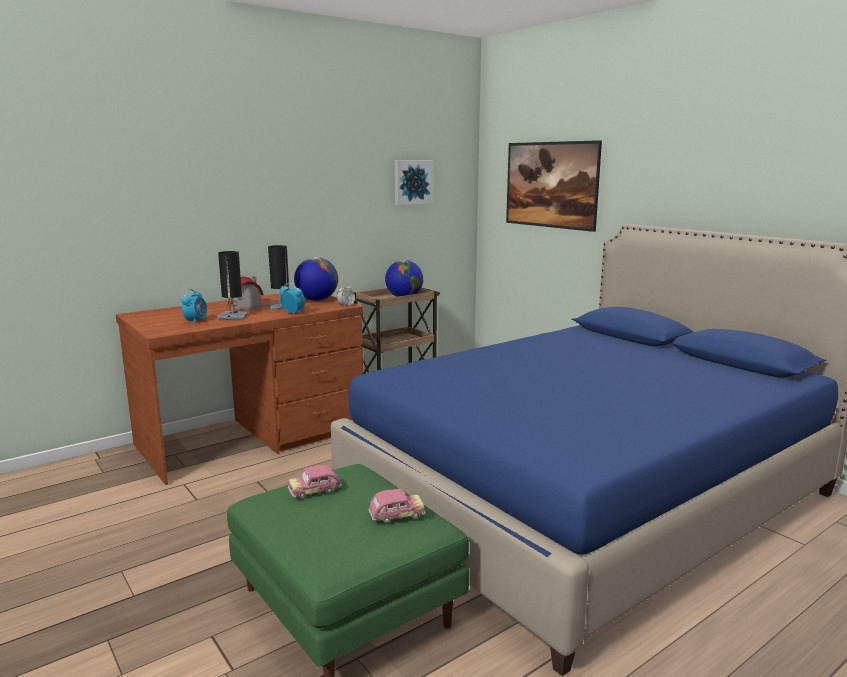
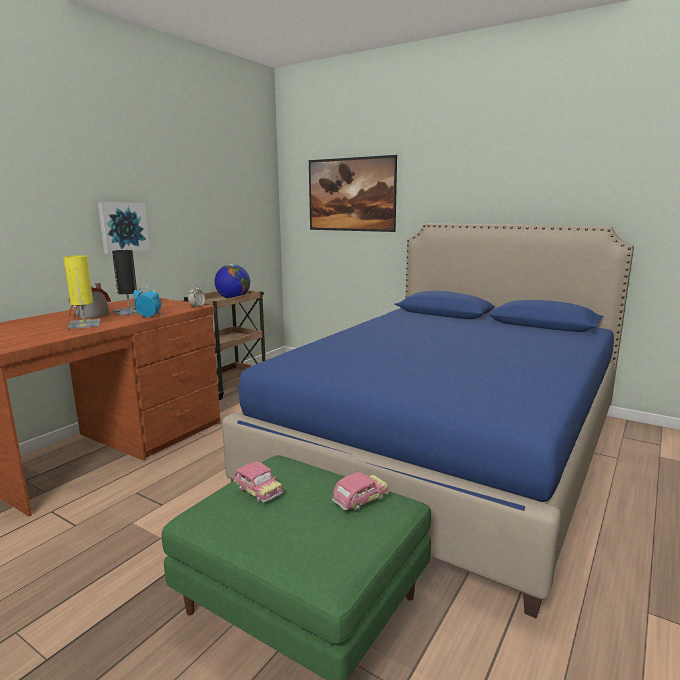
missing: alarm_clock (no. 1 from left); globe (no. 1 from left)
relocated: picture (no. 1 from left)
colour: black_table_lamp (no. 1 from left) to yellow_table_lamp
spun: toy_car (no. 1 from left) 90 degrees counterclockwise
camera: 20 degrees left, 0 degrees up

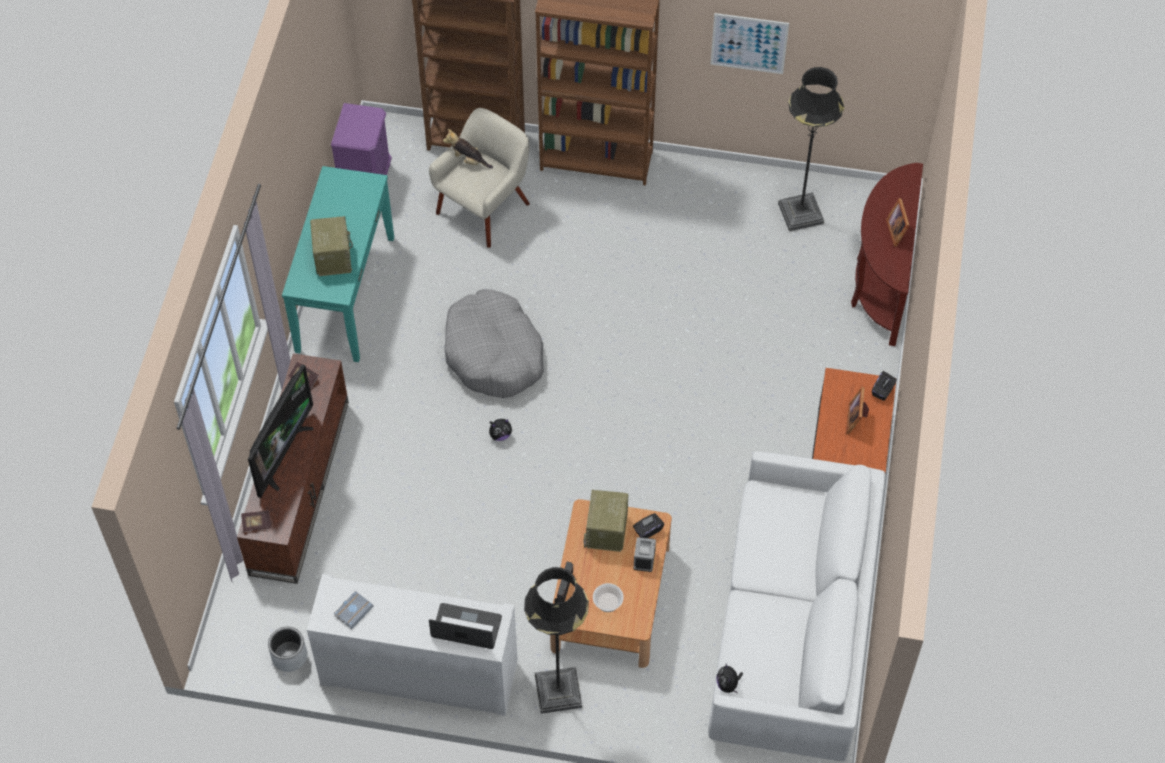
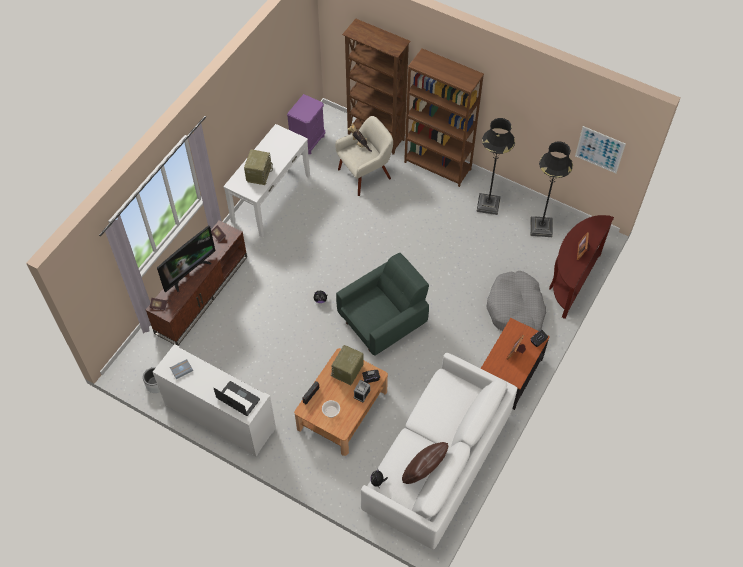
appeared: green_armchair; brown_pillow
relocated: grey_dog_bed; black_floor_lamp (no. 1 from left); picture
colour: turquoise_console_table to white_console_table
camera: 20 degrees right, 0 degrees up

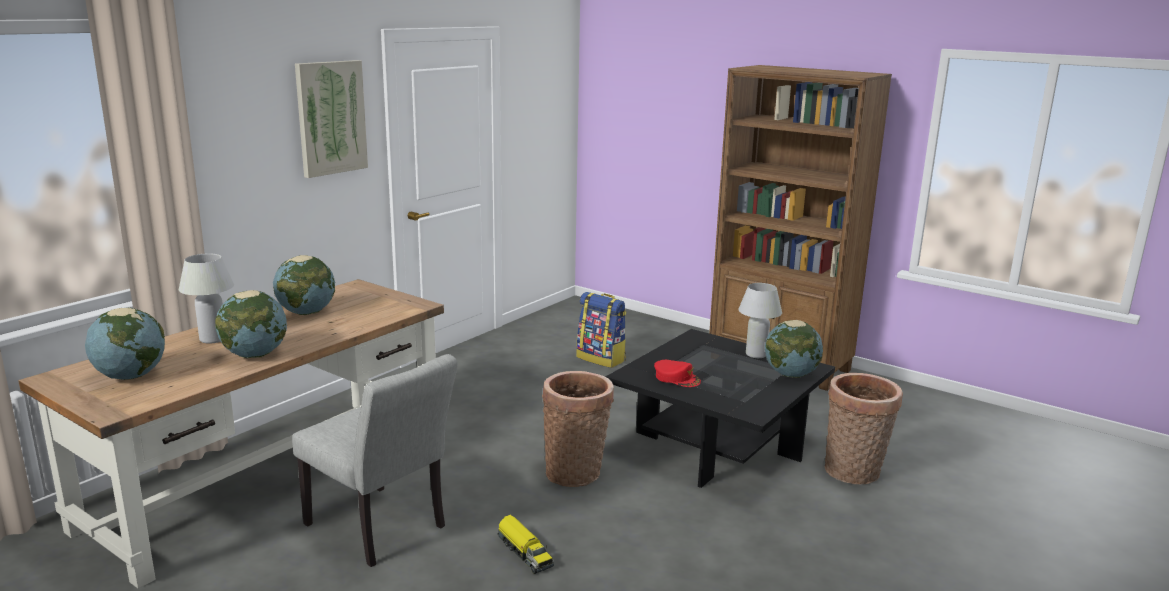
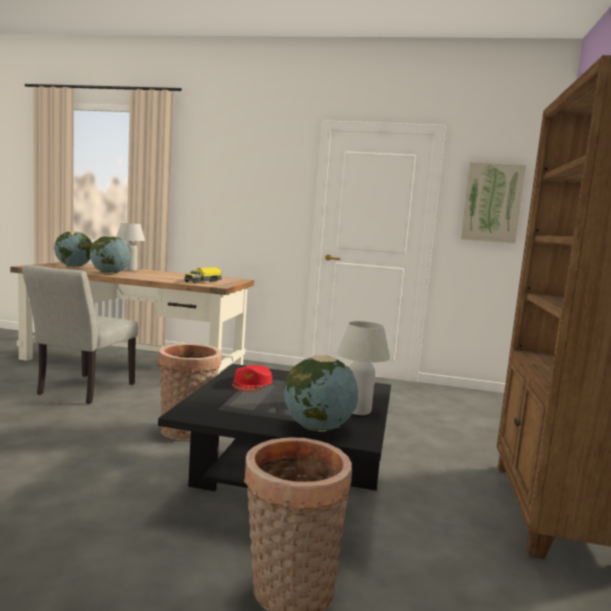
missing: globe (no. 3 from left); backpack
relocated: picture; toy_truck
camera: 65 degrees right, 10 degrees down

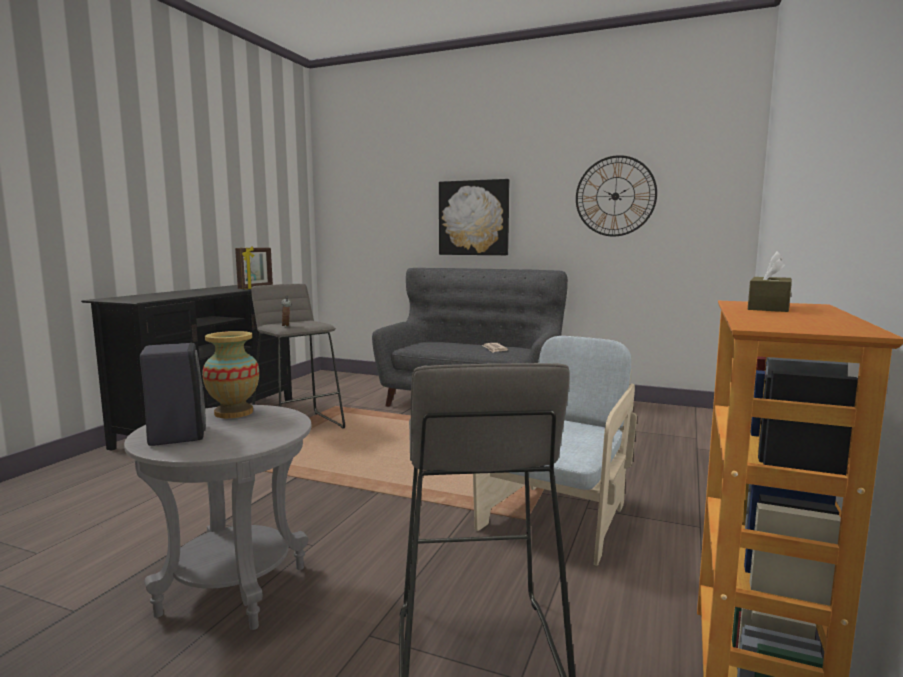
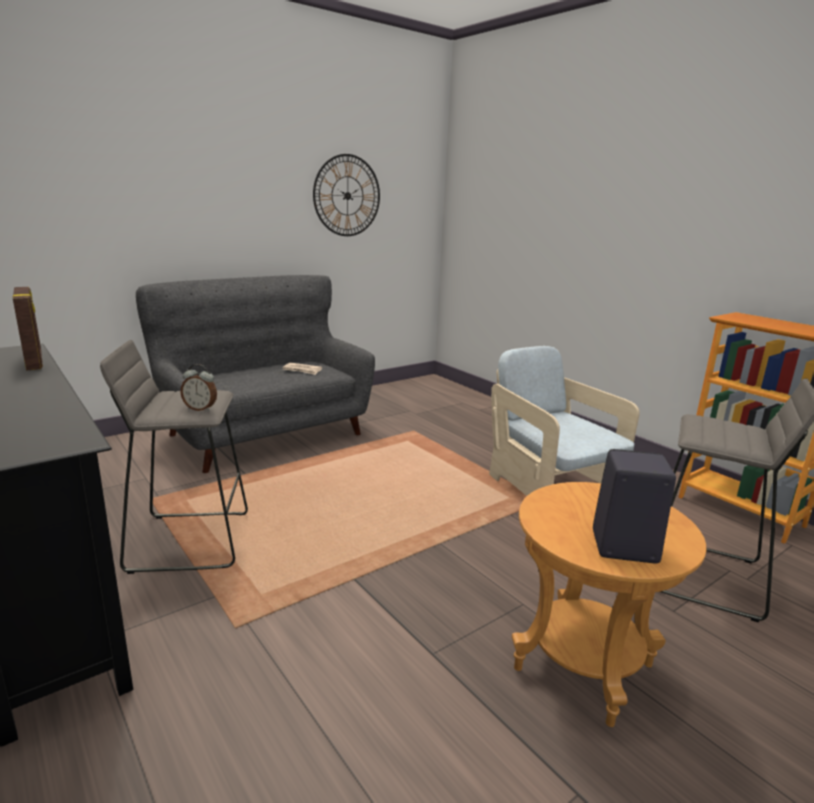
missing: vase; picture; brown_tissue_box
colour: grey_side_table to brown_side_table
camera: 60 degrees left, 10 degrees up

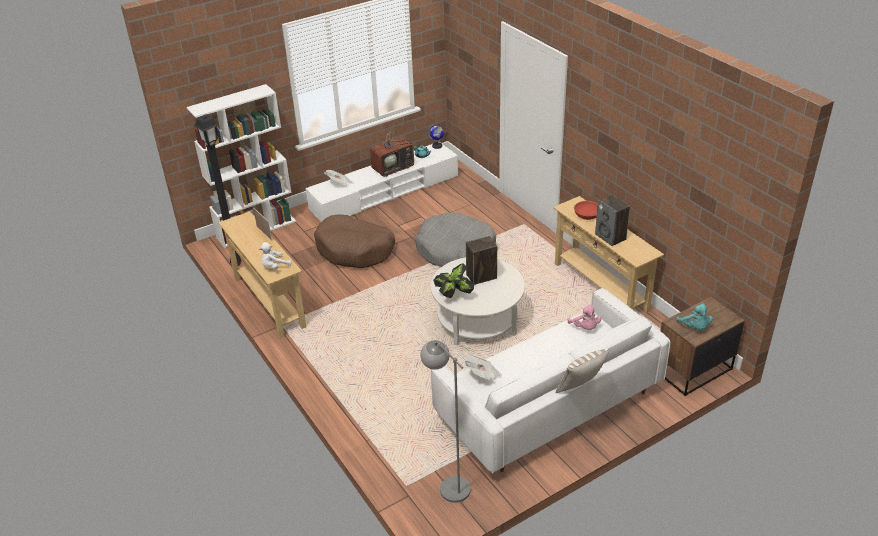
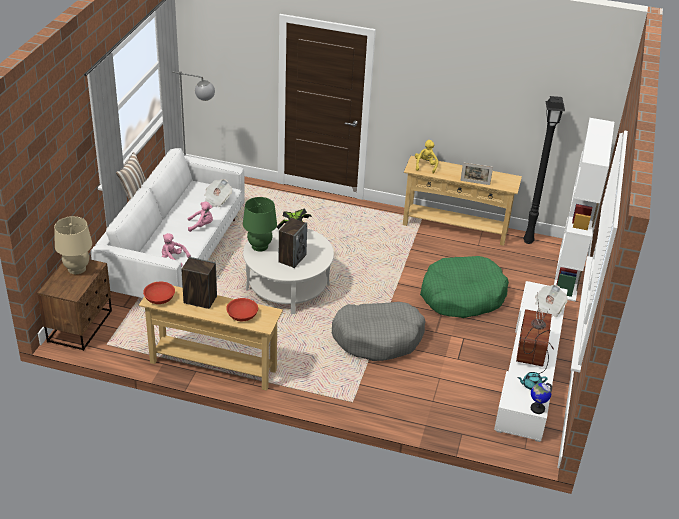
appeared: red_bowl (no. 1 from left); pink_plush_toy (no. 2 from left); green_table_lamp
exchanged: turquoise_plush_toy to beige_table_lamp
colour: white_plush_toy to yellow_plush_toy; brown_dog_bed to green_dog_bed
camera: 135 degrees right, 0 degrees up

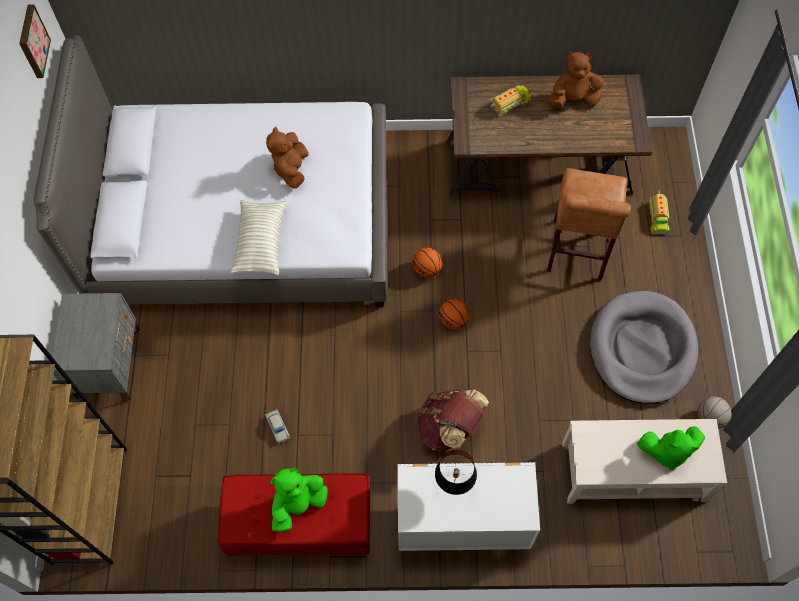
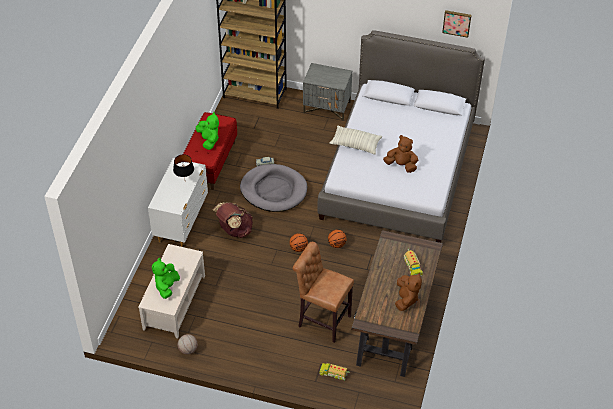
relocated: grey_dog_bed
camera: 105 degrees right, 15 degrees down

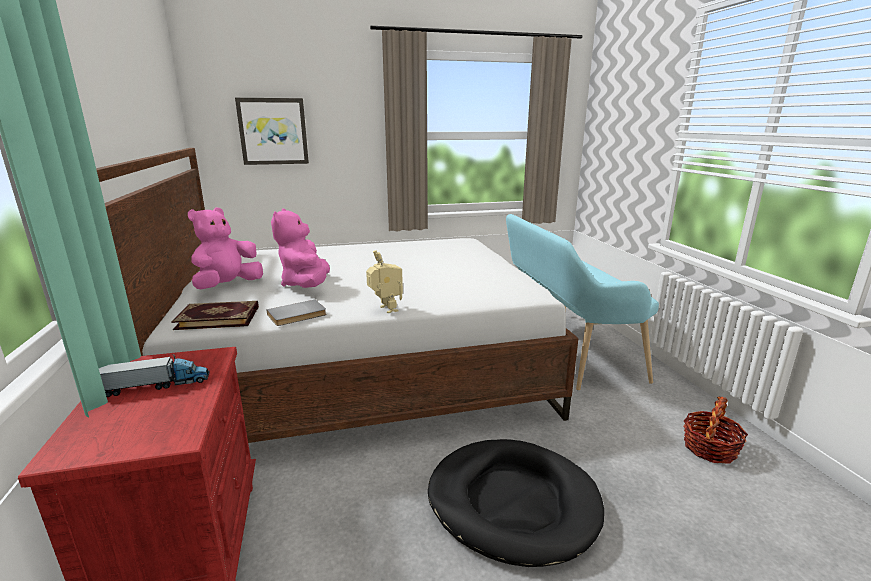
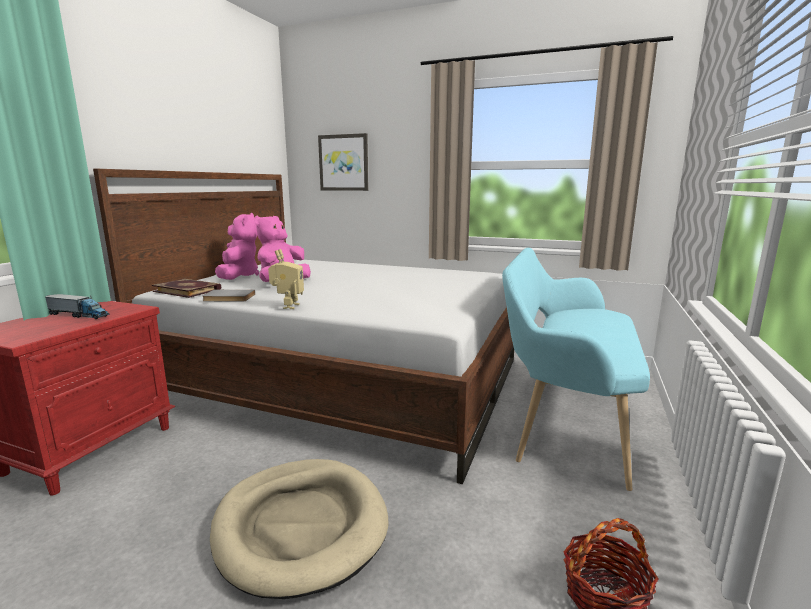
colour: black_dog_bed to beige_dog_bed
spun: pink_plush_toy (no. 1 from left) 105 degrees clockwise
camera: 35 degrees right, 5 degrees down

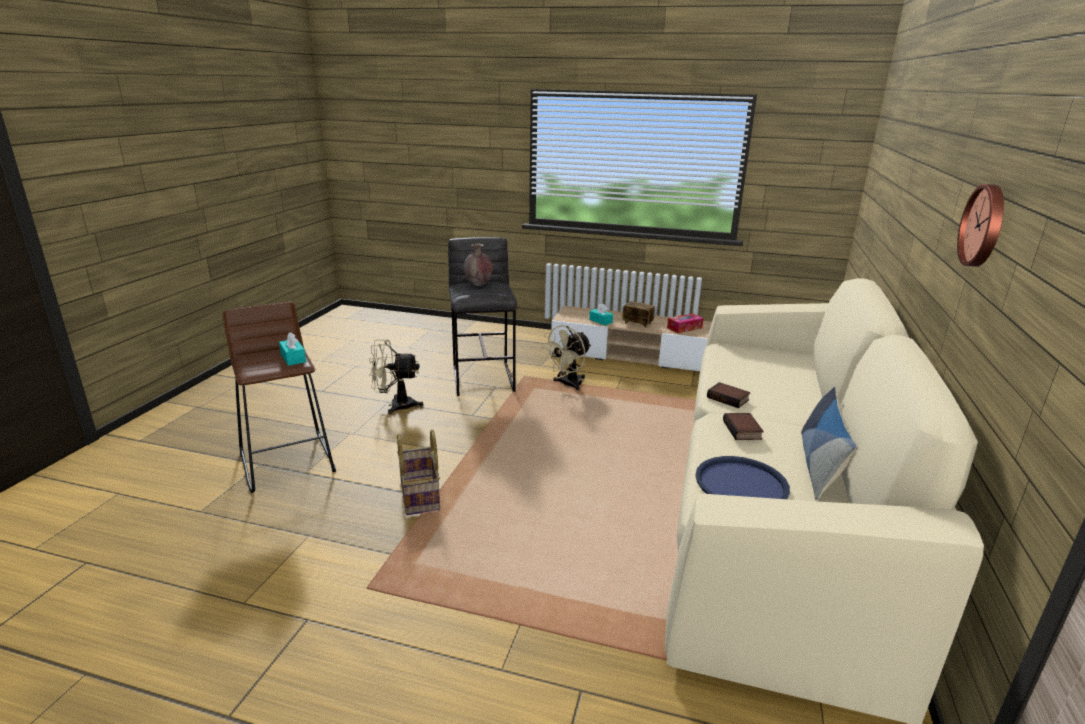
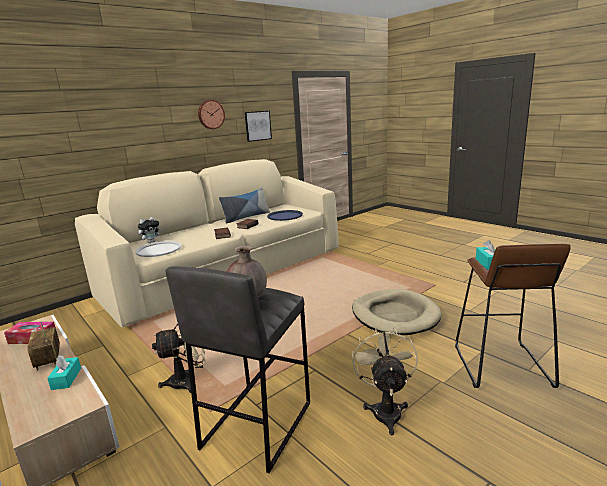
appeared: white_tray; plush_toy; picture
exchanged: basket to beige_dog_bed
spun: beige_fan (no. 1 from left in the first image) 120 degrees counterclockwise
camera: 145 degrees left, 5 degrees down

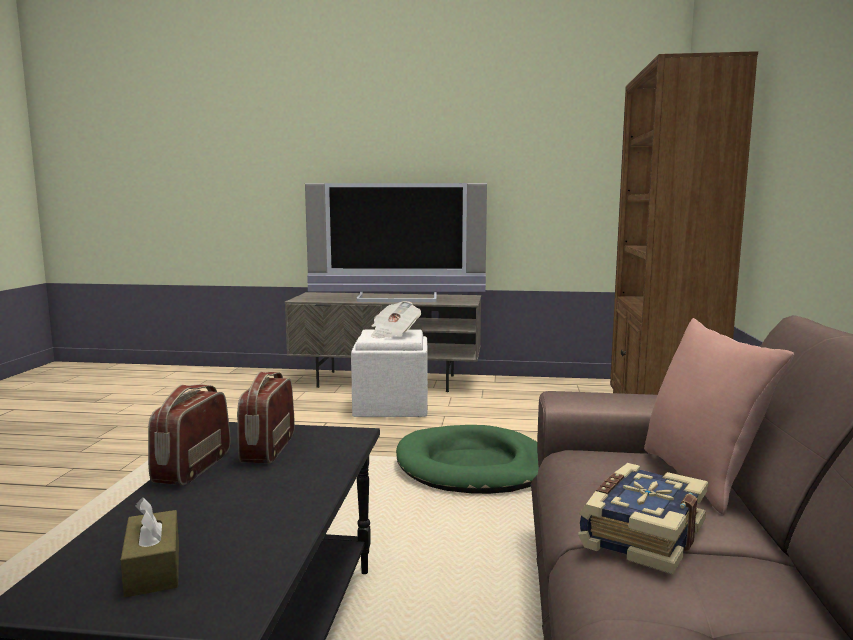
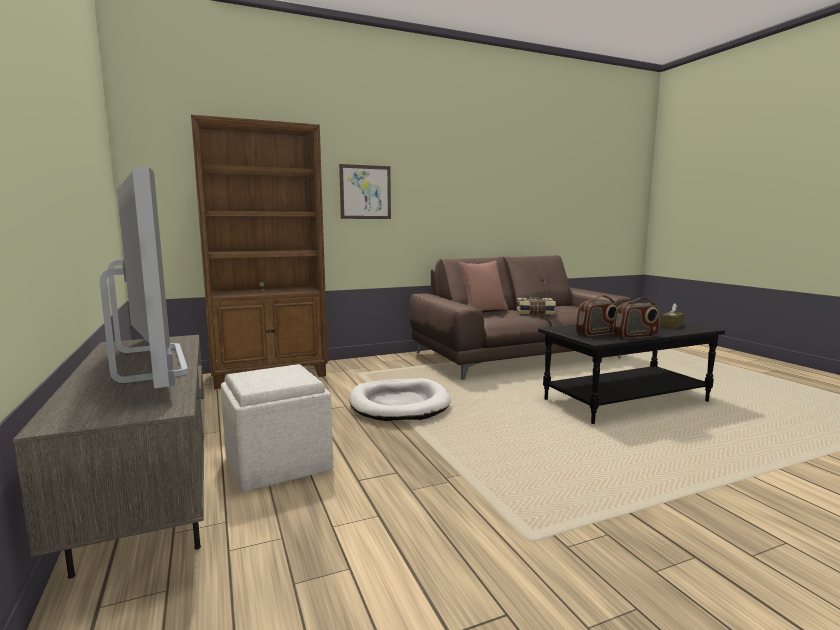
missing: newspaper
appeared: picture
colour: green_dog_bed to white_dog_bed
camera: 120 degrees left, 0 degrees up

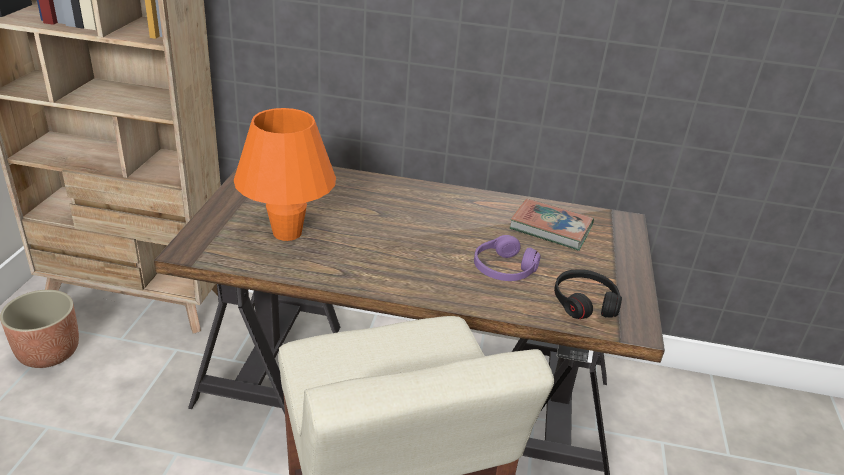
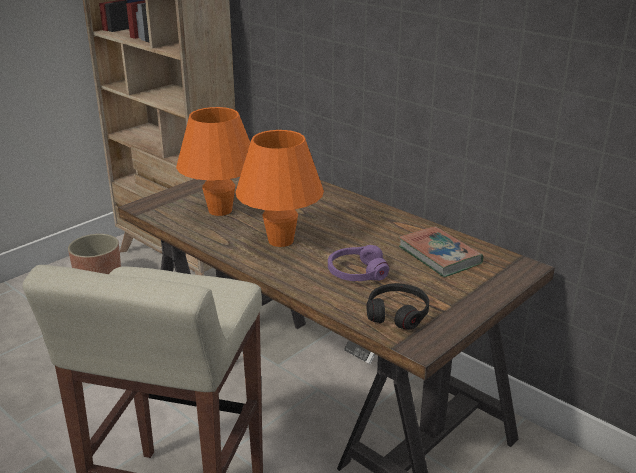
appeared: orange_table_lamp (no. 2 from left)
camera: 35 degrees right, 5 degrees down

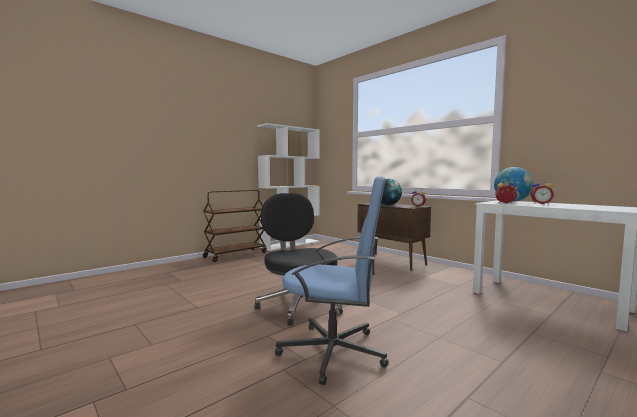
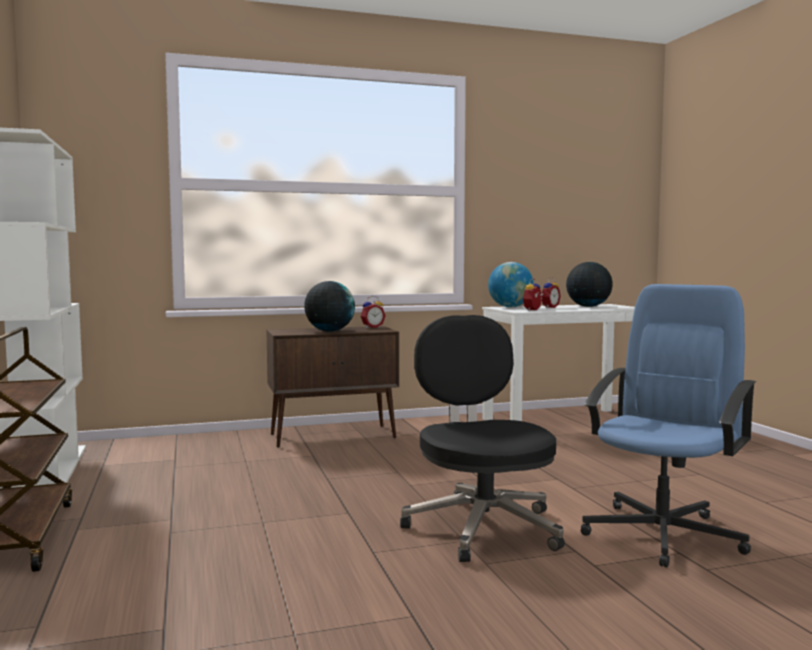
appeared: globe (no. 3 from left)
spun: black_office_chair 75 degrees clockwise
camera: 65 degrees left, 0 degrees up

